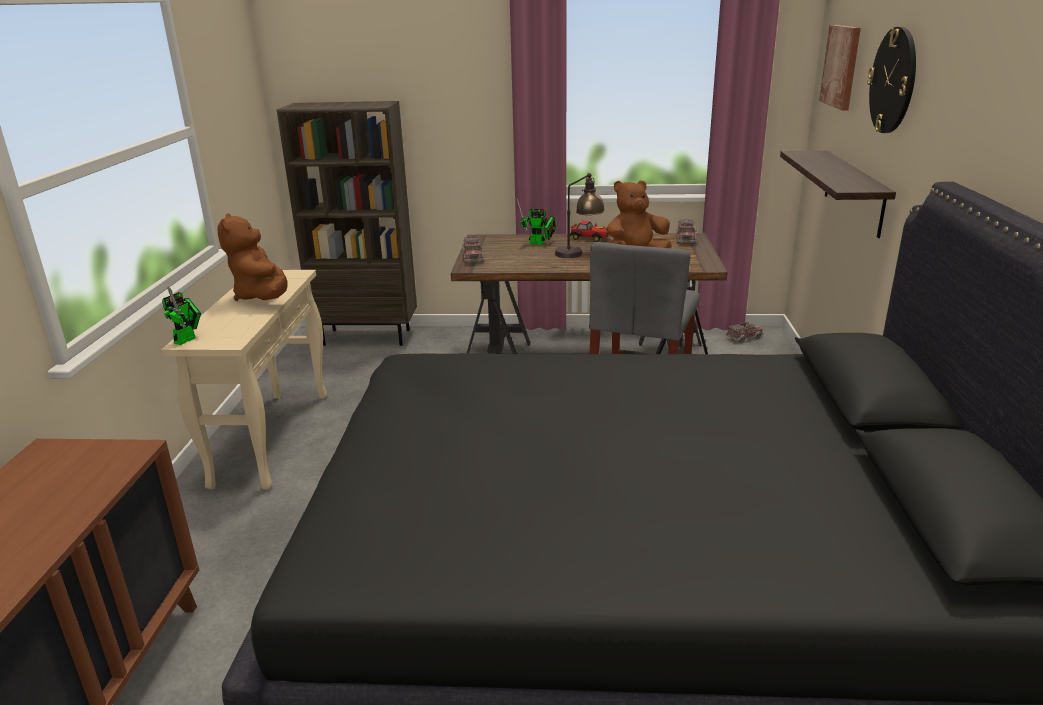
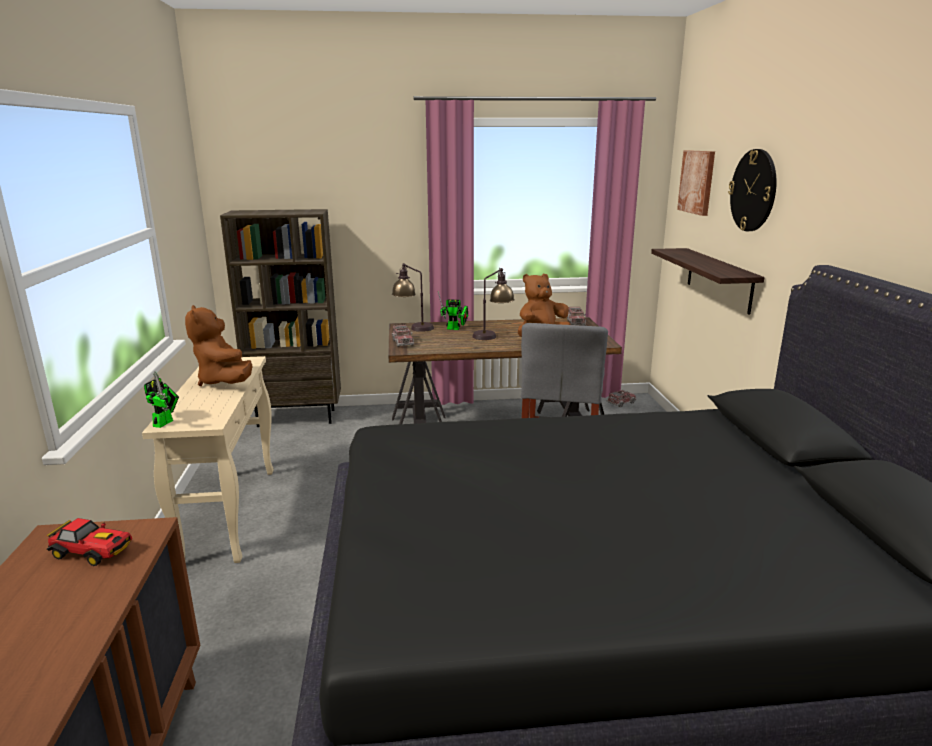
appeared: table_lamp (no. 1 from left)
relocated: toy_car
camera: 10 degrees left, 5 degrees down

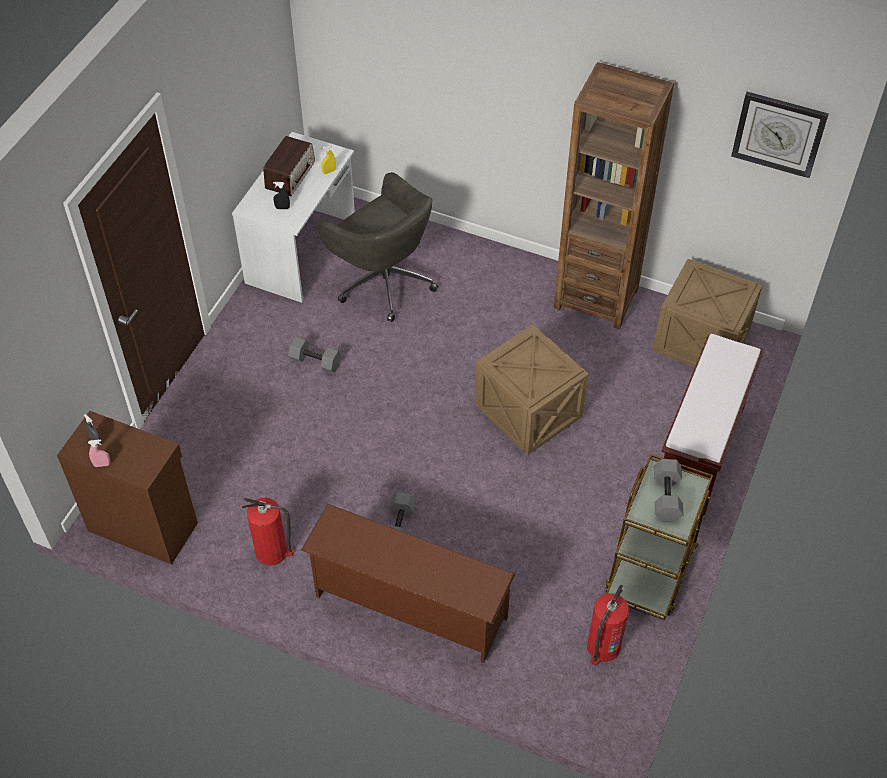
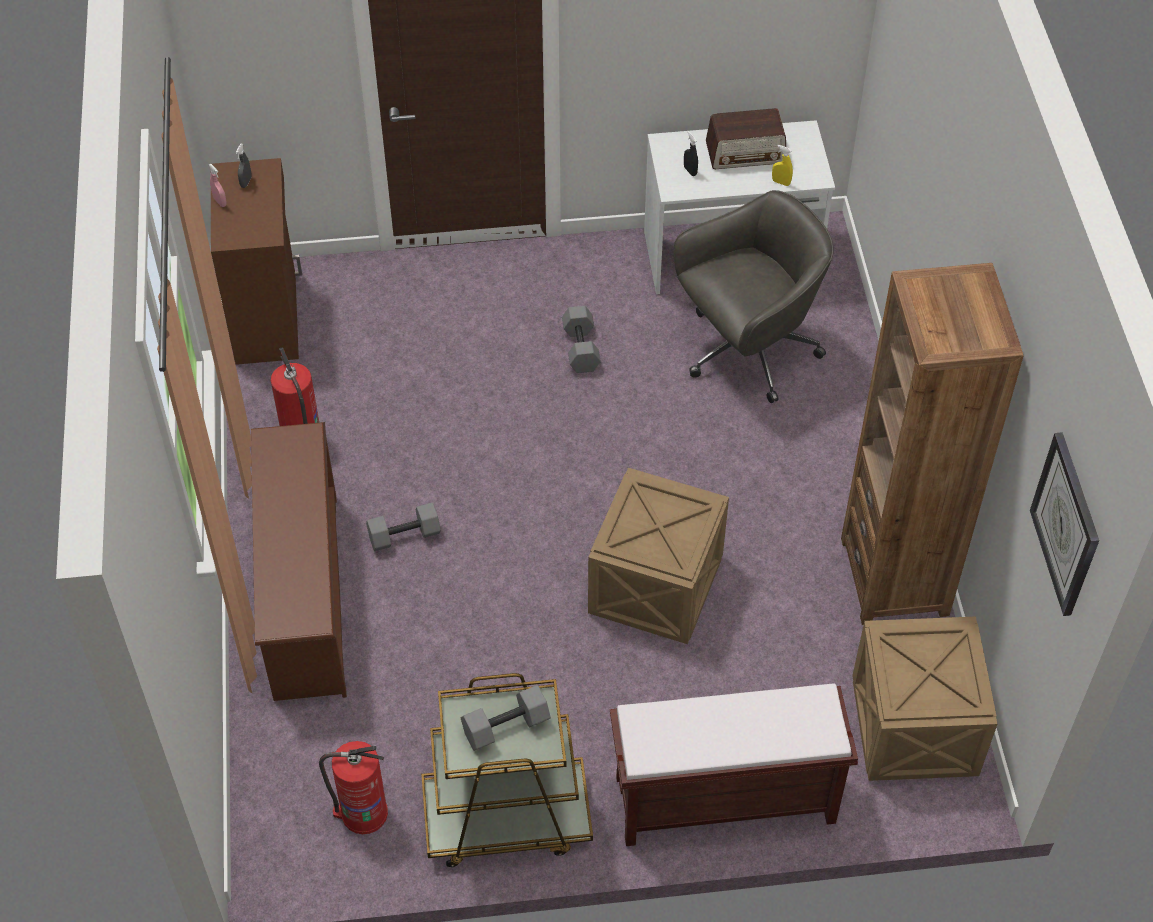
spun: grey_office_chair 135 degrees counterclockwise
camera: 60 degrees right, 0 degrees up

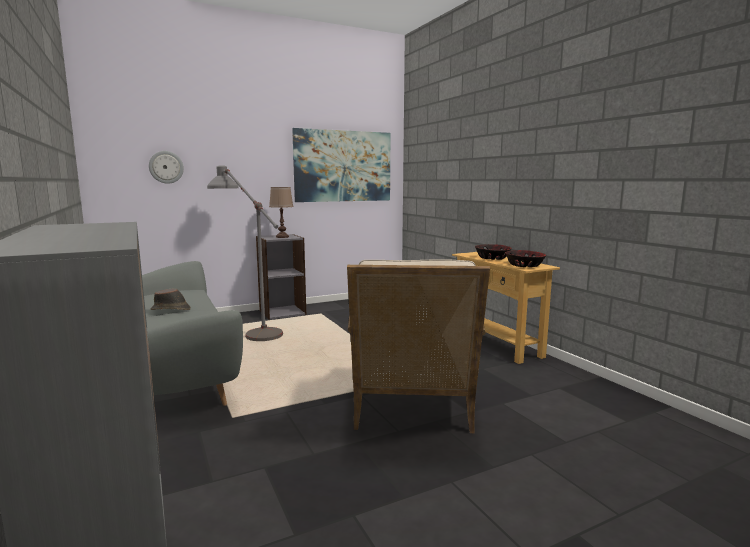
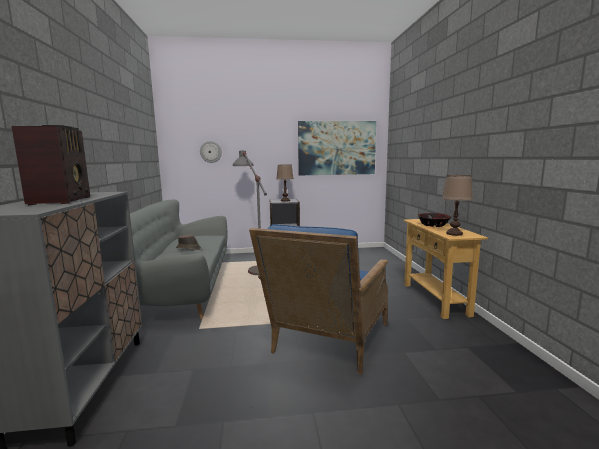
appeared: radio
exchanged: bowl (no. 2 from left) to brown_table_lamp (no. 2 from left)
colour: beige_armchair to blue_armchair
camera: 20 degrees right, 0 degrees up

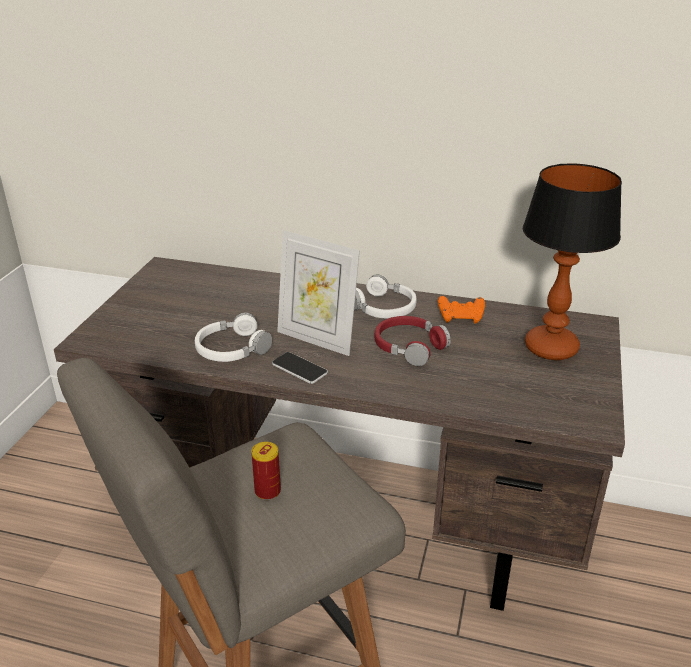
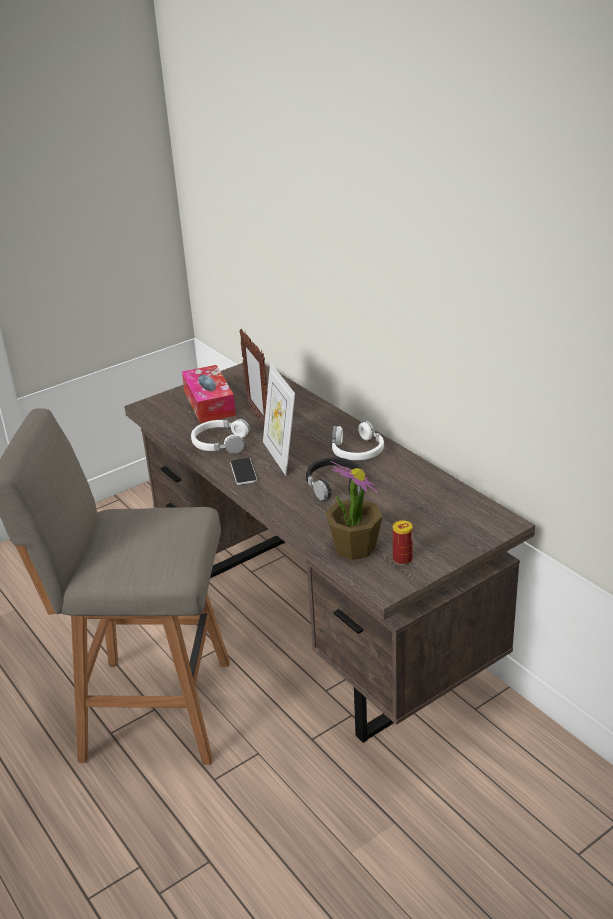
missing: orange_game_controller; table_lamp
appeared: tissue_box; picture_frame (no. 1 from left); potted_plant
relocated: can
colour: red_headphones to black_headphones
camera: 40 degrees right, 0 degrees up

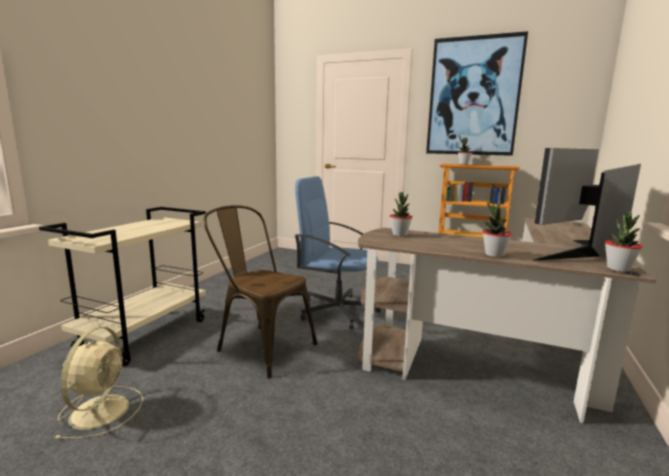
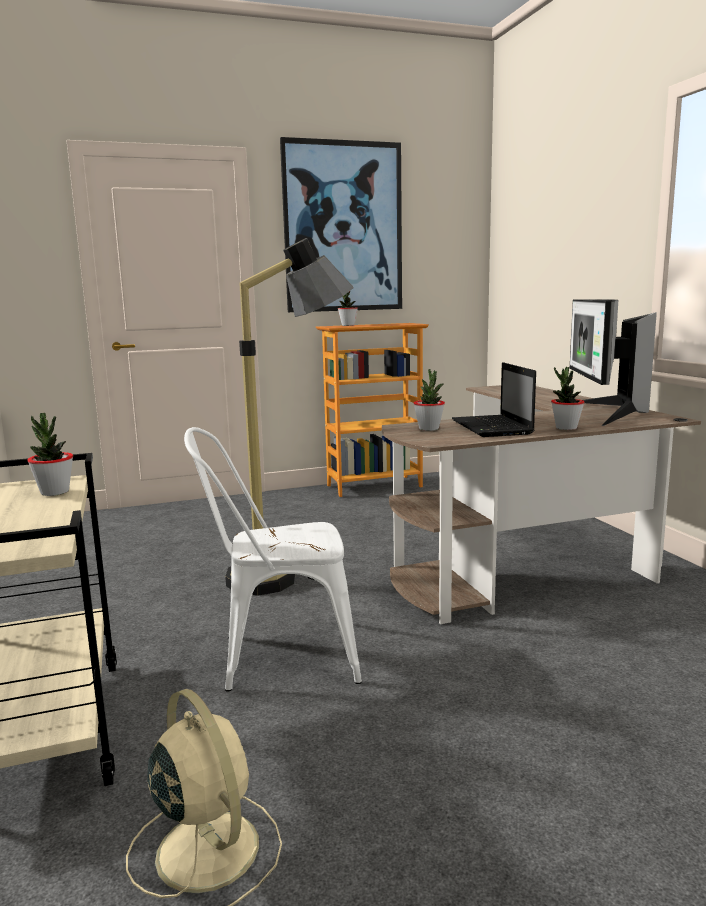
appeared: laptop
relocated: potted_plant (no. 4 from left in the first image) to potted_plant (no. 1 from left)
exchanged: blue_office_chair to floor_lamp
colour: brown_chair to white_chair
camera: 40 degrees left, 0 degrees up

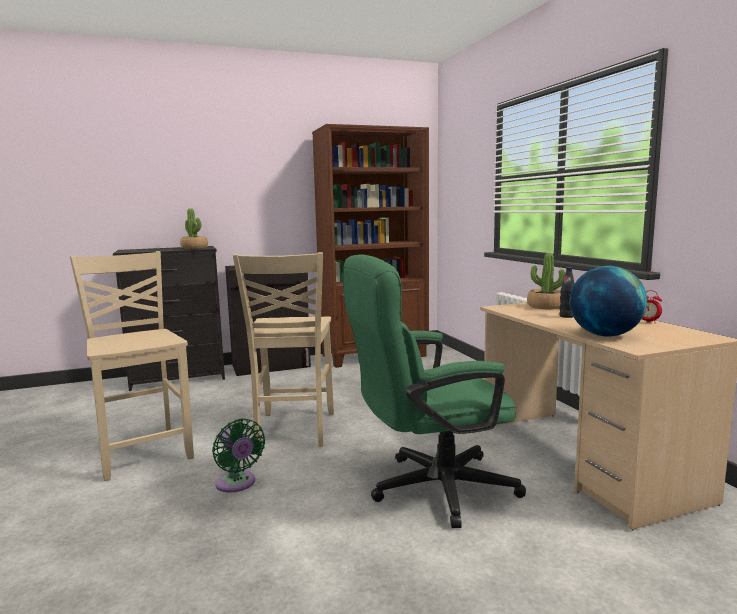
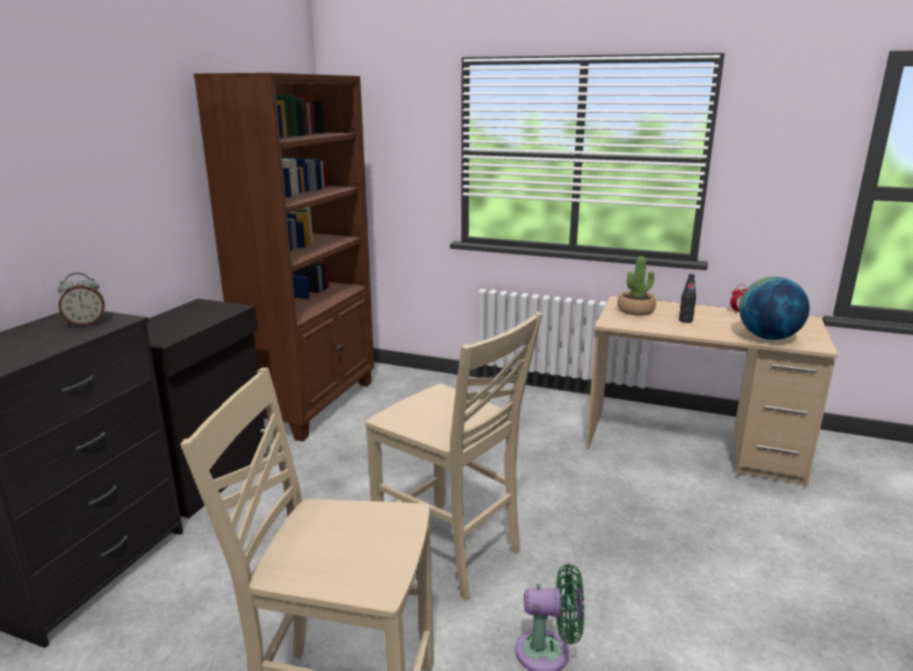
missing: green_office_chair
exchanged: potted_plant (no. 1 from left) to alarm_clock (no. 1 from left)
camera: 50 degrees left, 10 degrees up

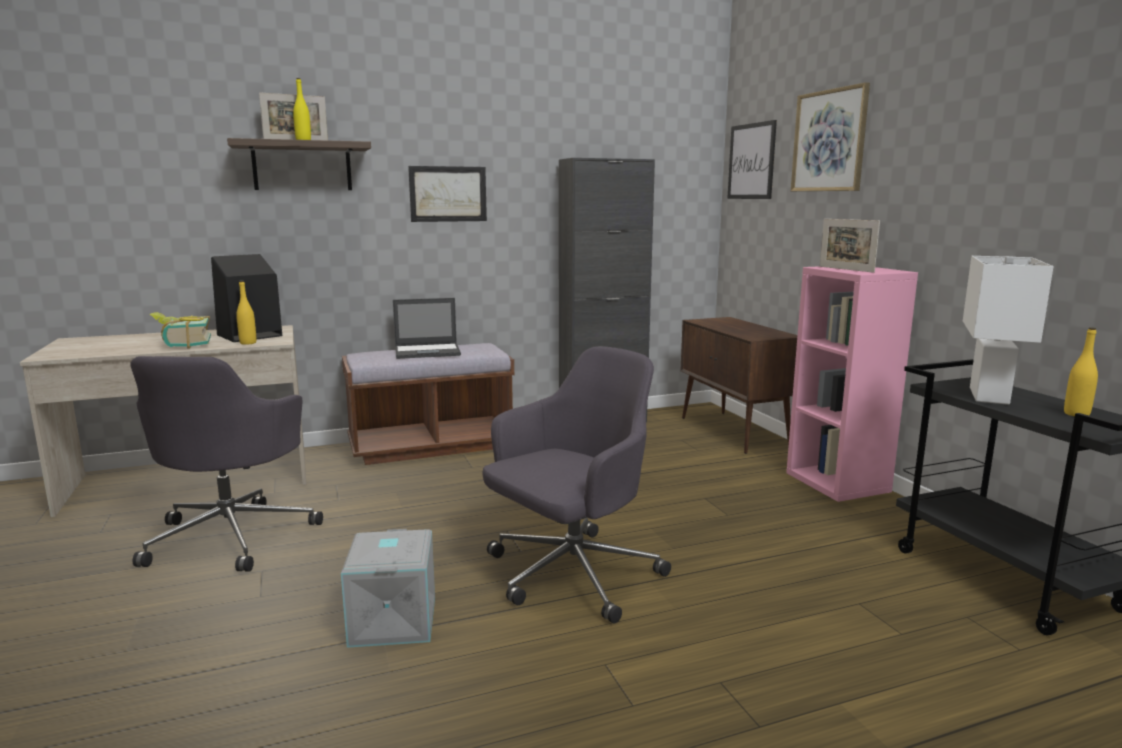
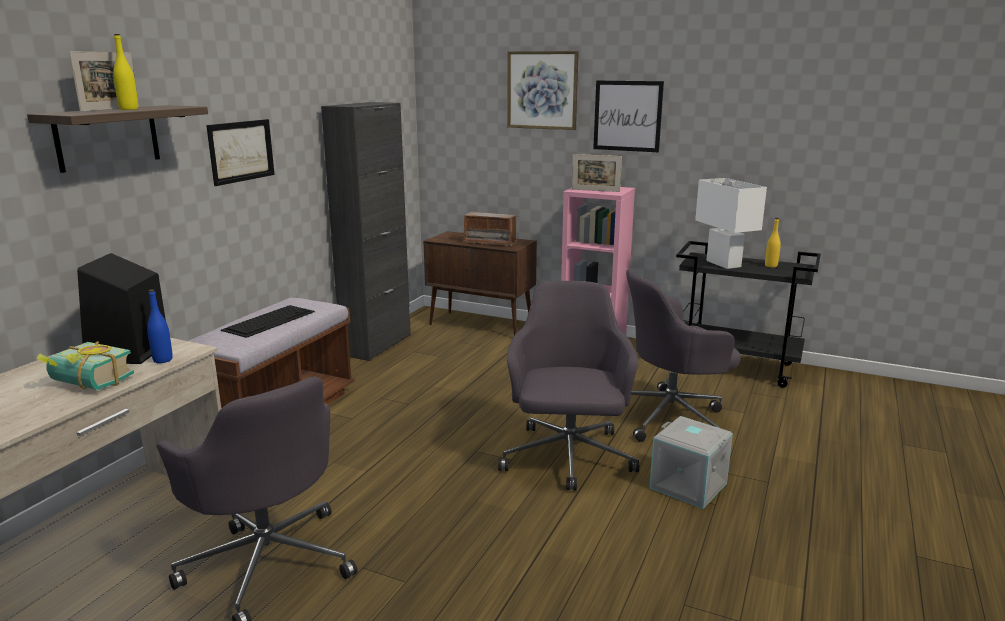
appeared: radio; grey_office_chair (no. 3 from left)
relocated: grey_storage_box; picture (no. 2 from left in the first image) to picture (no. 3 from left)
exchanged: laptop to keyboard
colour: yellow_bottle (no. 1 from left) to blue_bottle
camera: 45 degrees left, 5 degrees up

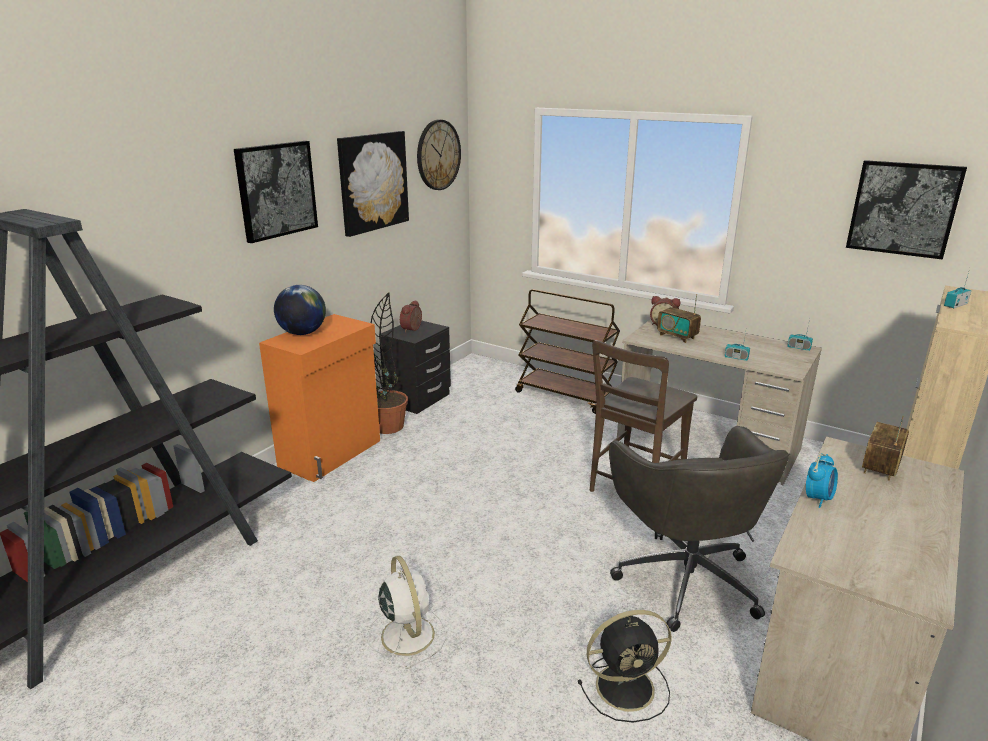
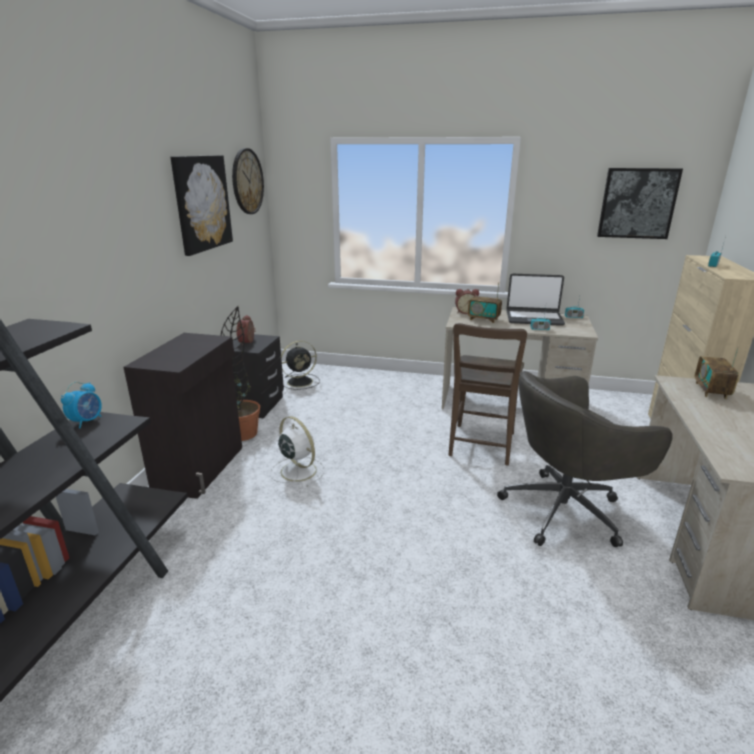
missing: picture (no. 1 from left); globe; brown_cart
appeared: laptop
relocated: white_fan; black_fan; alarm_clock (no. 3 from left in the first image) to alarm_clock (no. 1 from left)
colour: orange_cabinet to black_cabinet
spun: grey_office_chair 105 degrees clockwise
camera: 20 degrees left, 0 degrees up

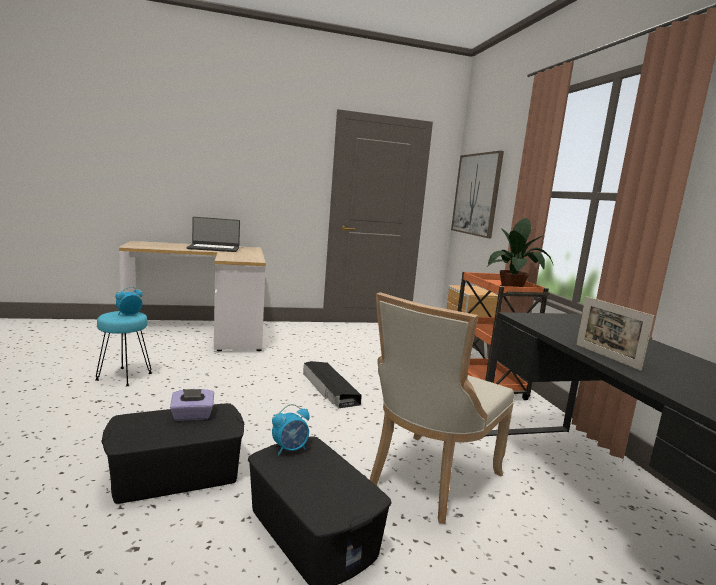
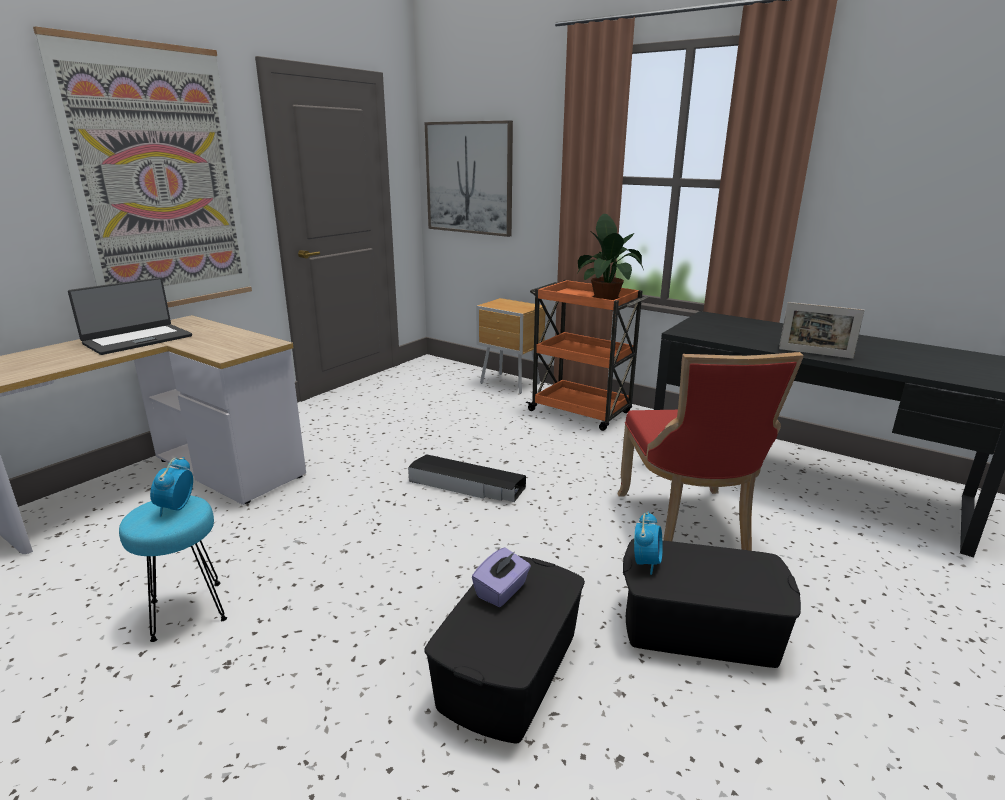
appeared: picture (no. 1 from left)
colour: beige_chair to red_chair
camera: 40 degrees left, 10 degrees up

